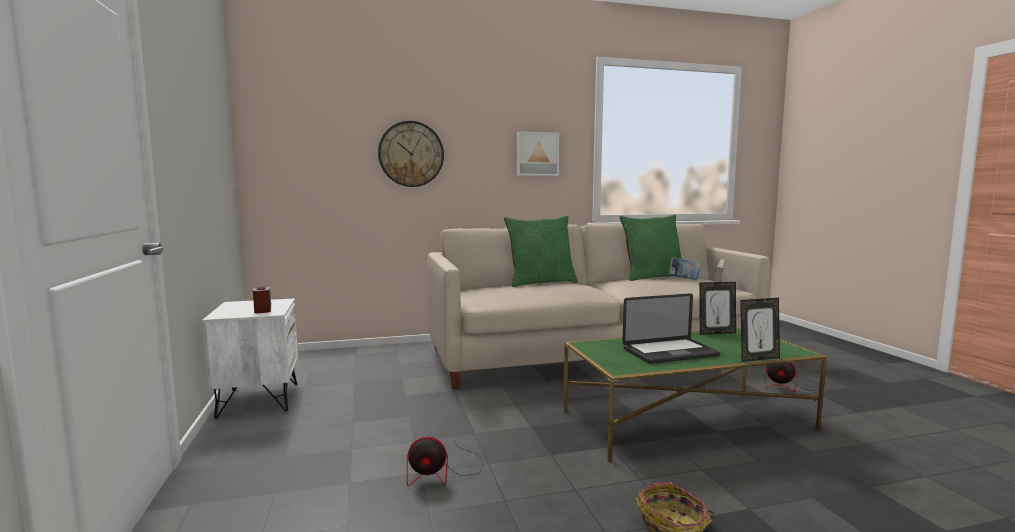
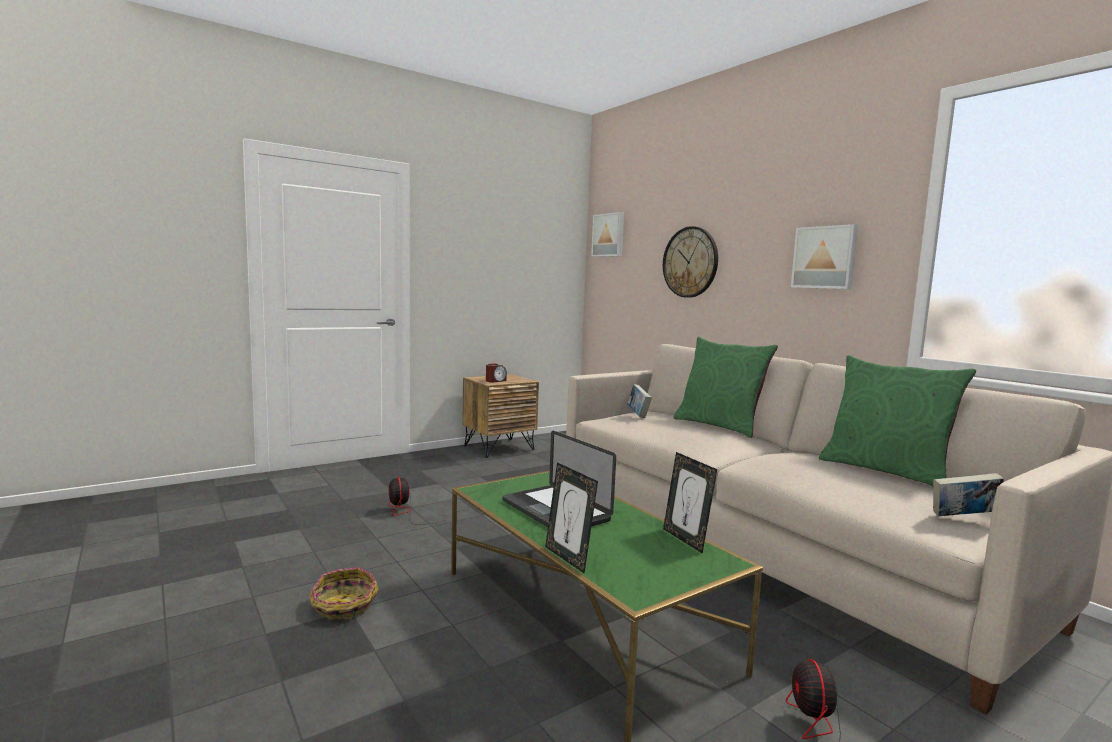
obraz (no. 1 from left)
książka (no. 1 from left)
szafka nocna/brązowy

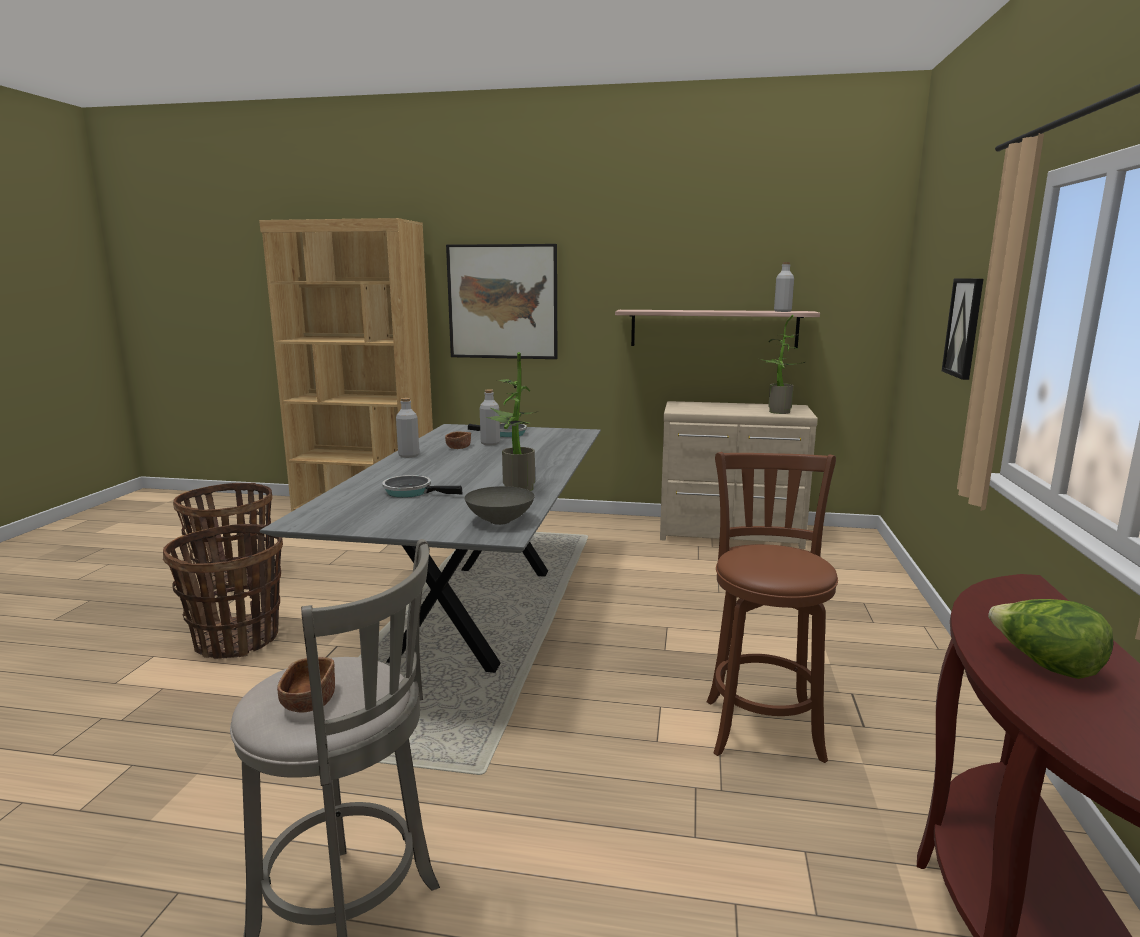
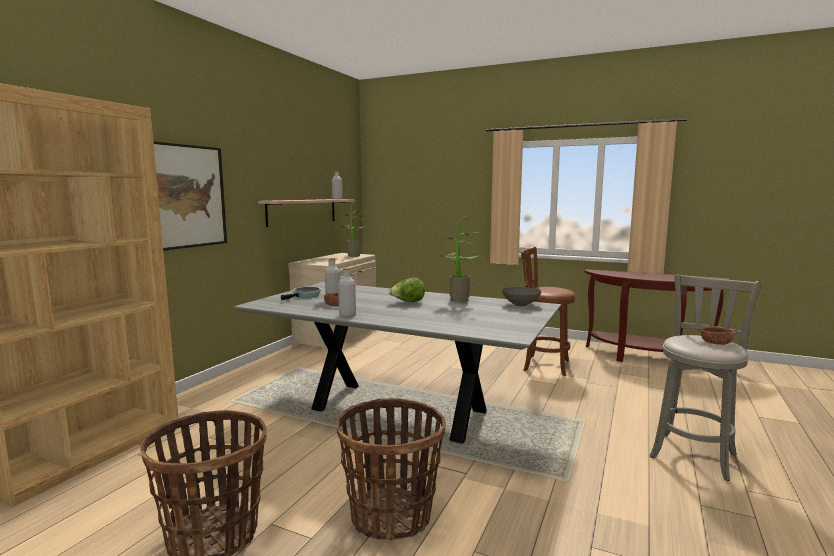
patelnia (no. 1 from left in the first image)
obraz (no. 2 from left in the first image)
sałata

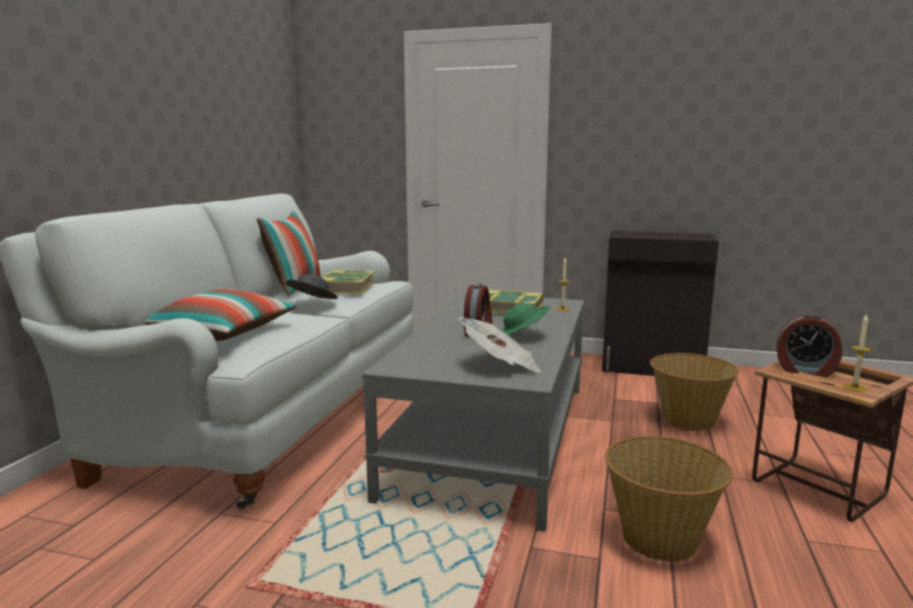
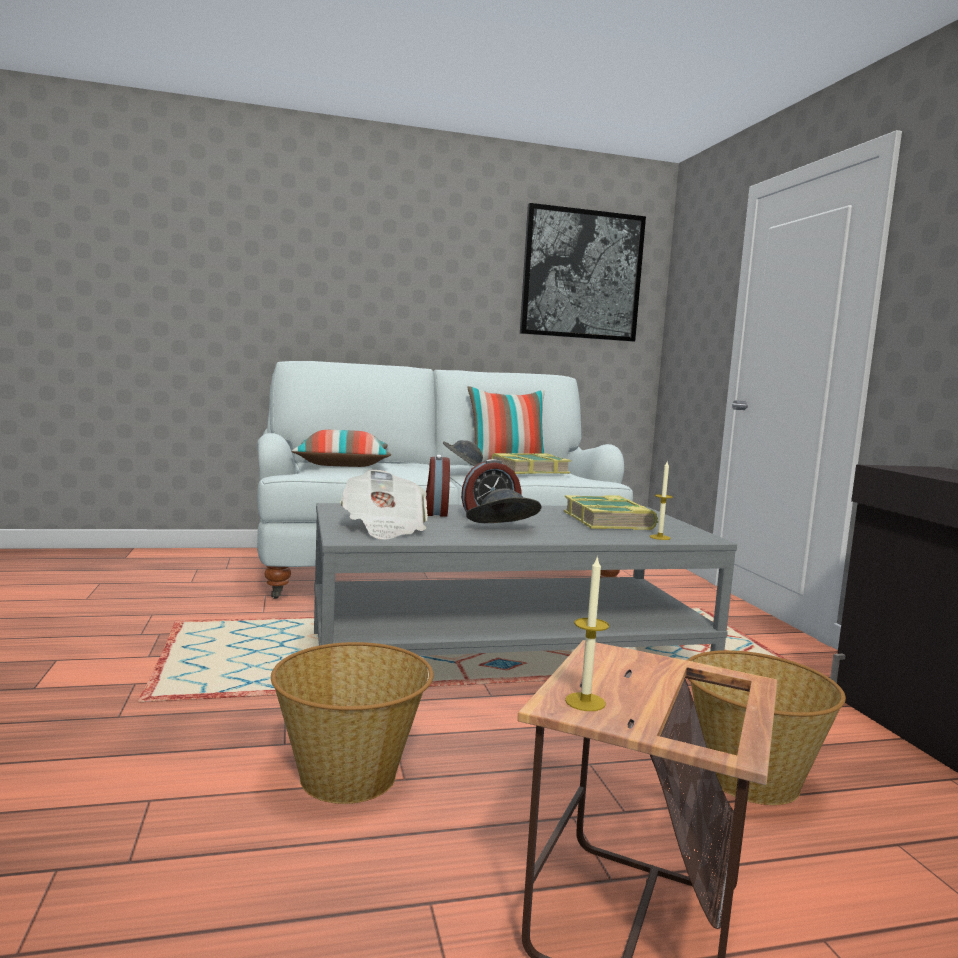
obraz
budzik (no. 1 from left)
kapelusz/szary (no. 2 from left)

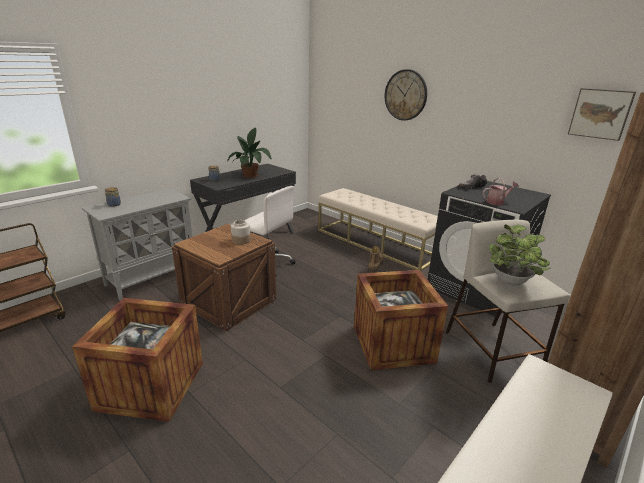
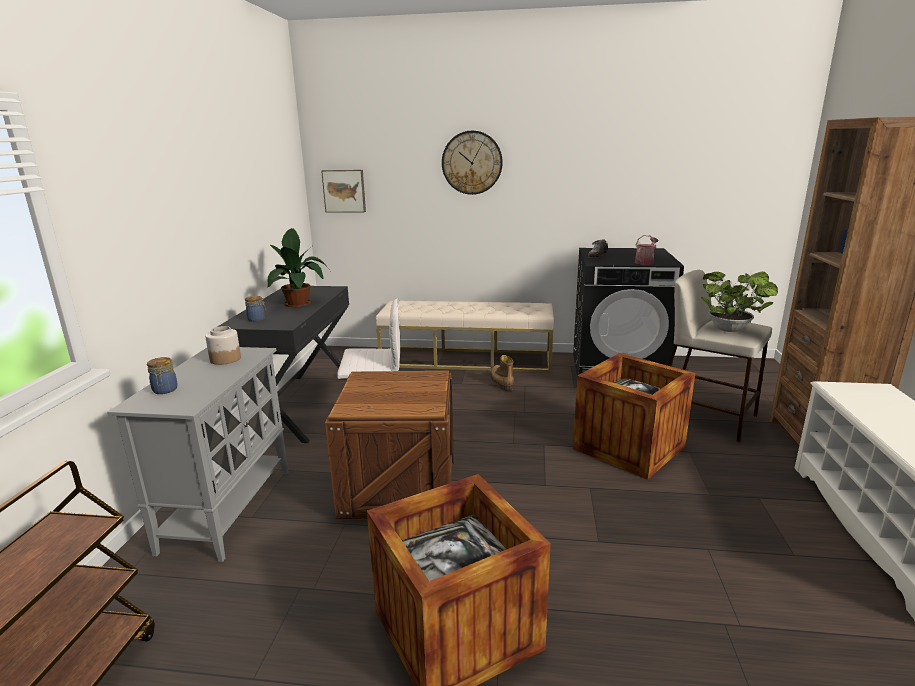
słoik (no. 2 from left)
obraz

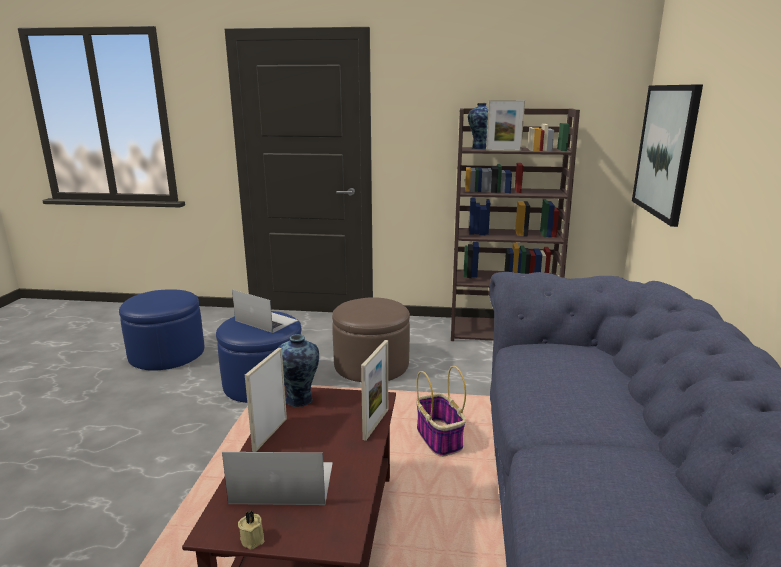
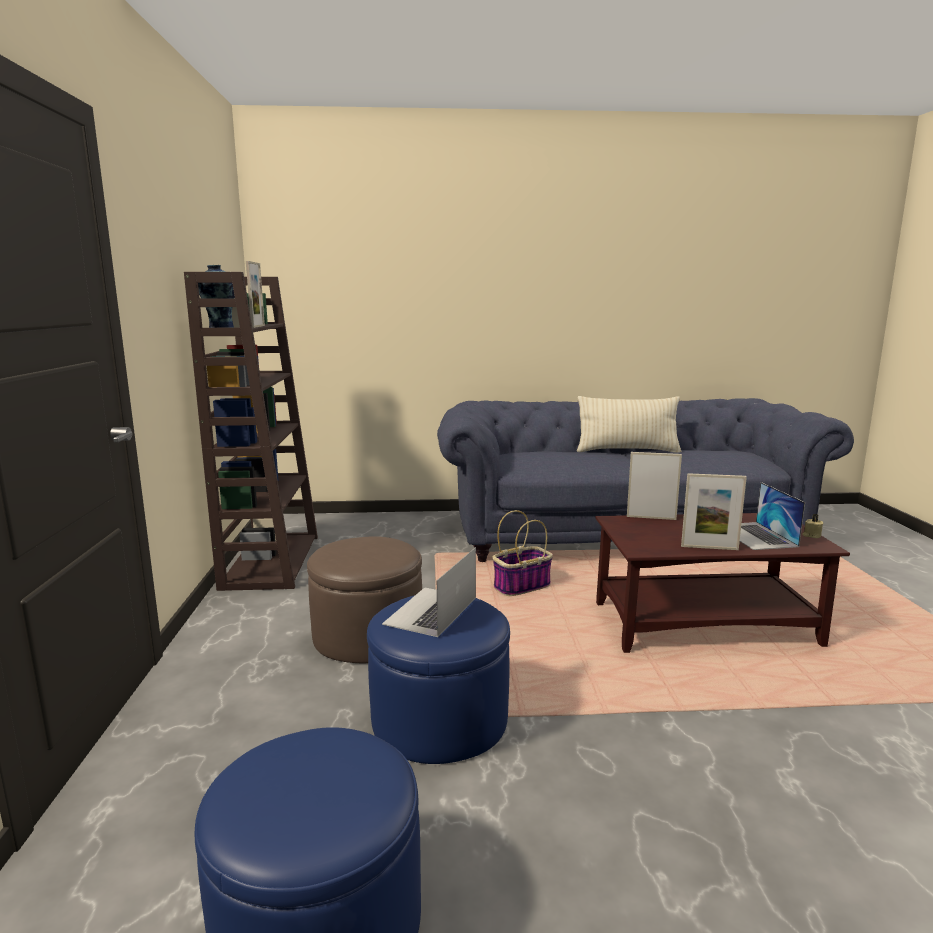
wazon (no. 1 from left in the first image)
obraz
poduszka/beżowy

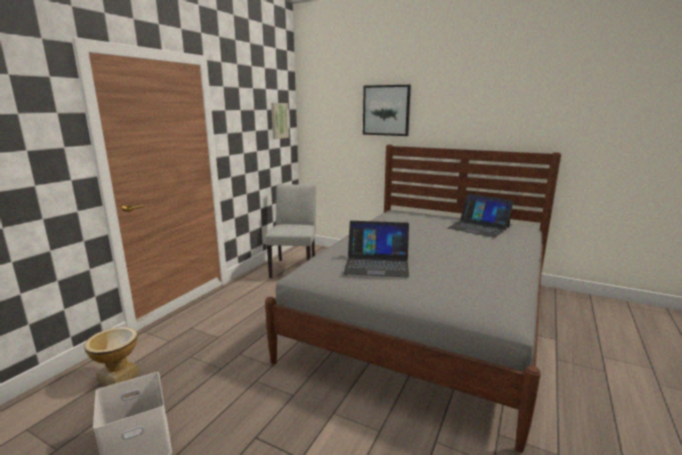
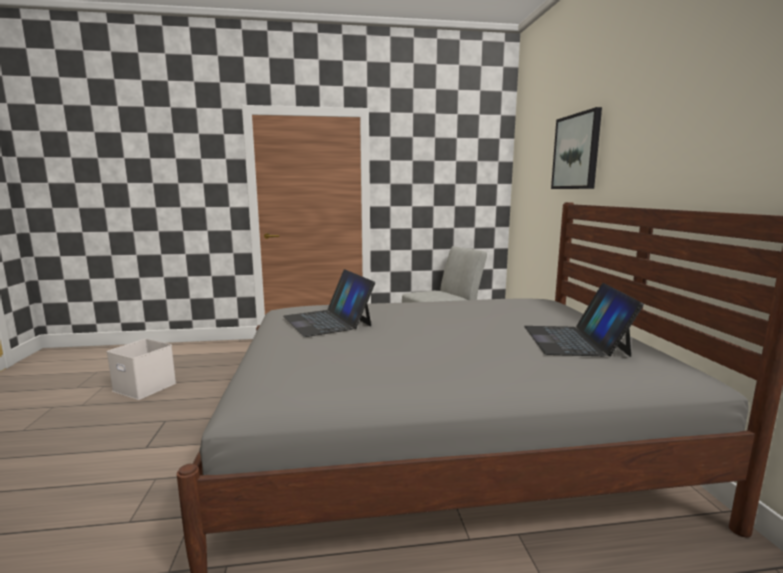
wazon
obraz (no. 1 from left in the first image)

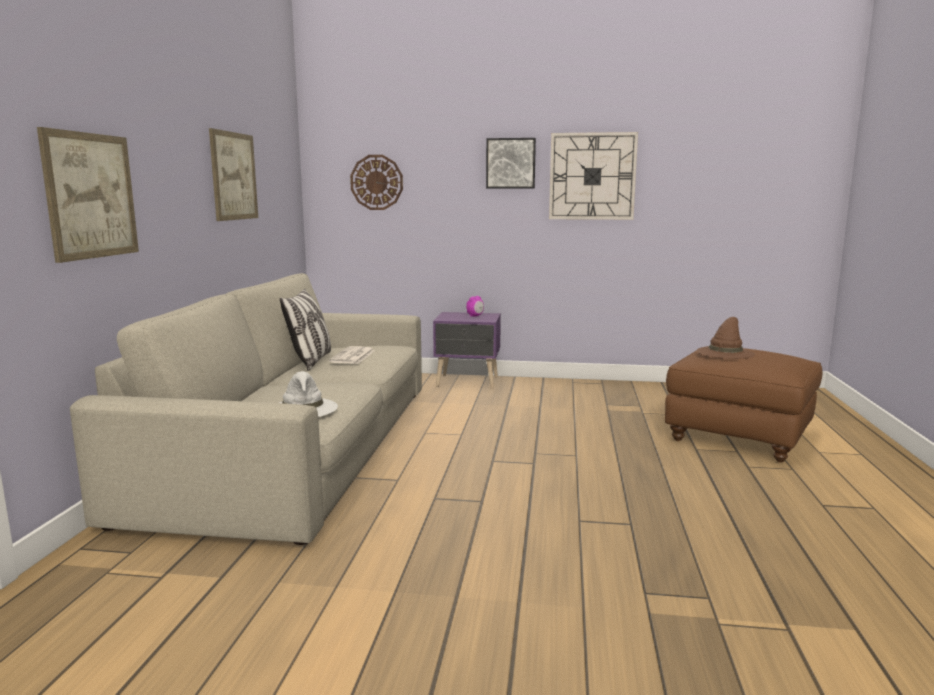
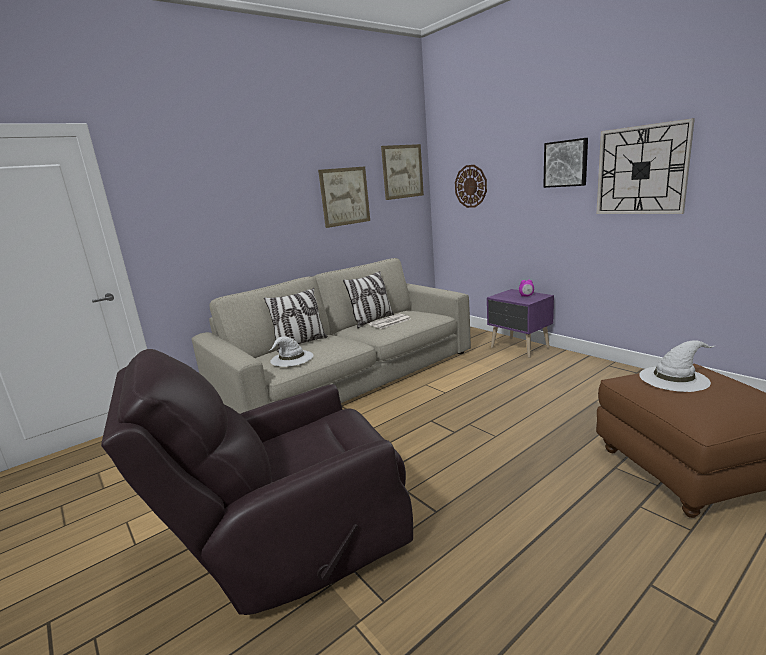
fotel/brązowy
poduszka (no. 1 from left)
obraz (no. 2 from left)
kapelusz/biały (no. 2 from left)

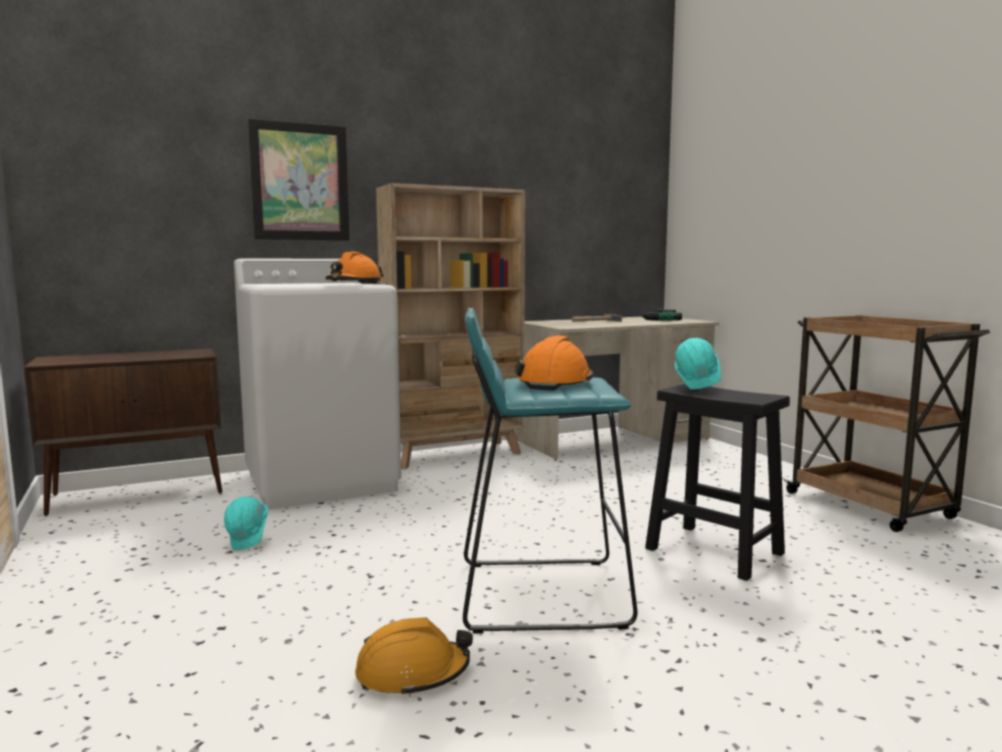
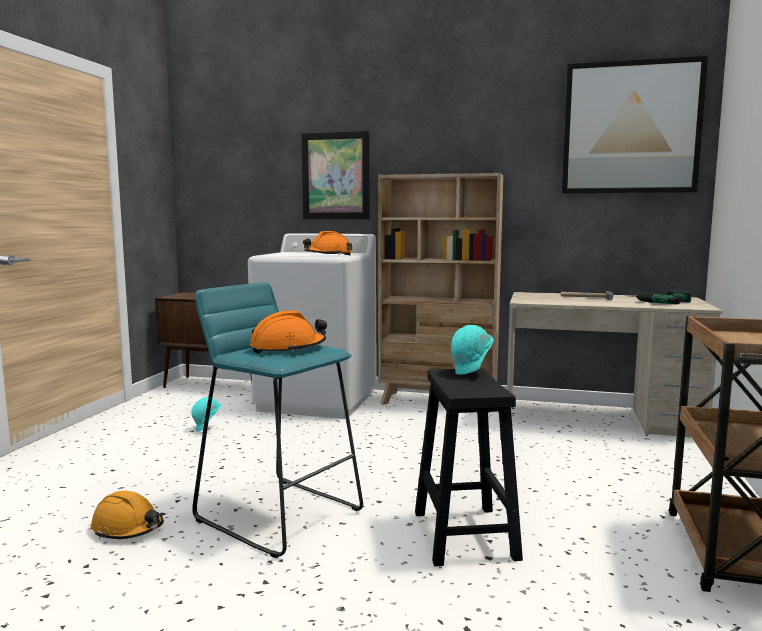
obraz (no. 2 from left)

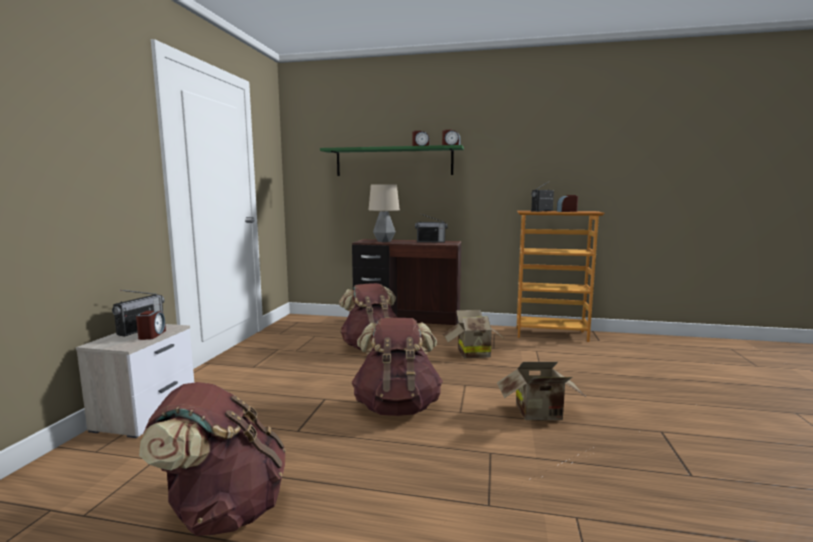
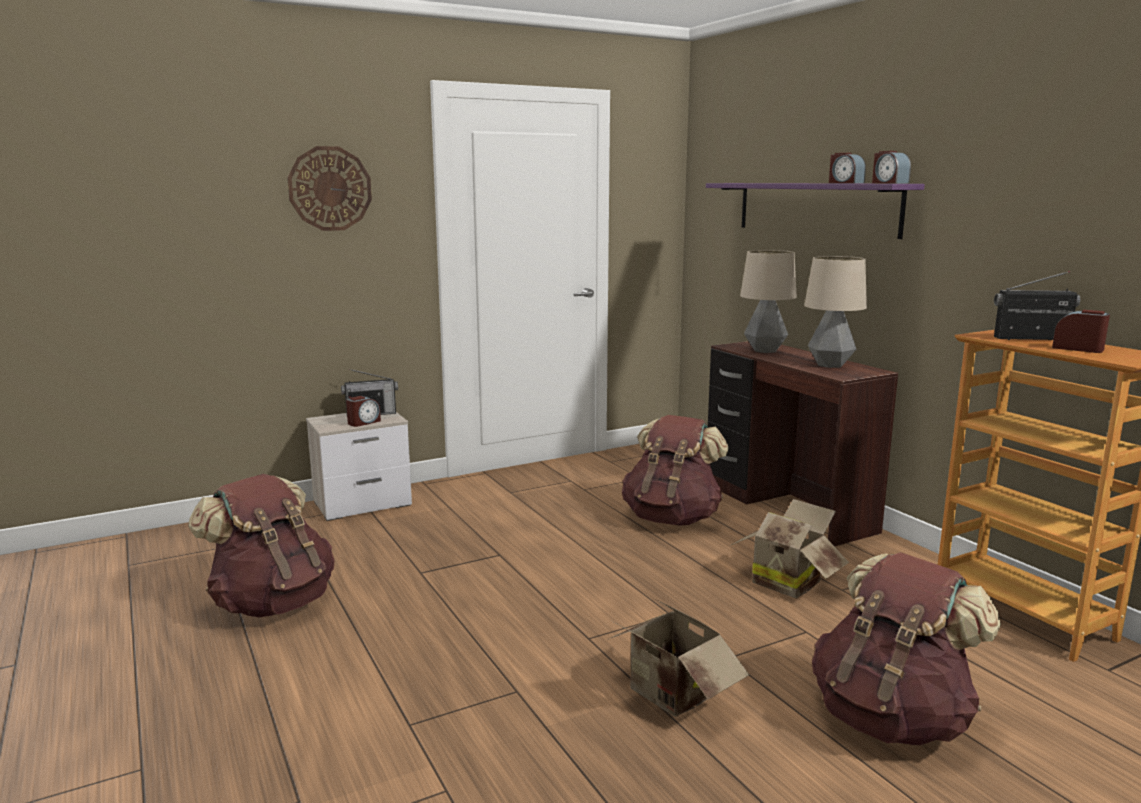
zegar ścienny
plecak/brązowy (no. 3 from left)
lampa stołowa (no. 2 from left)
półka/fioletowy

